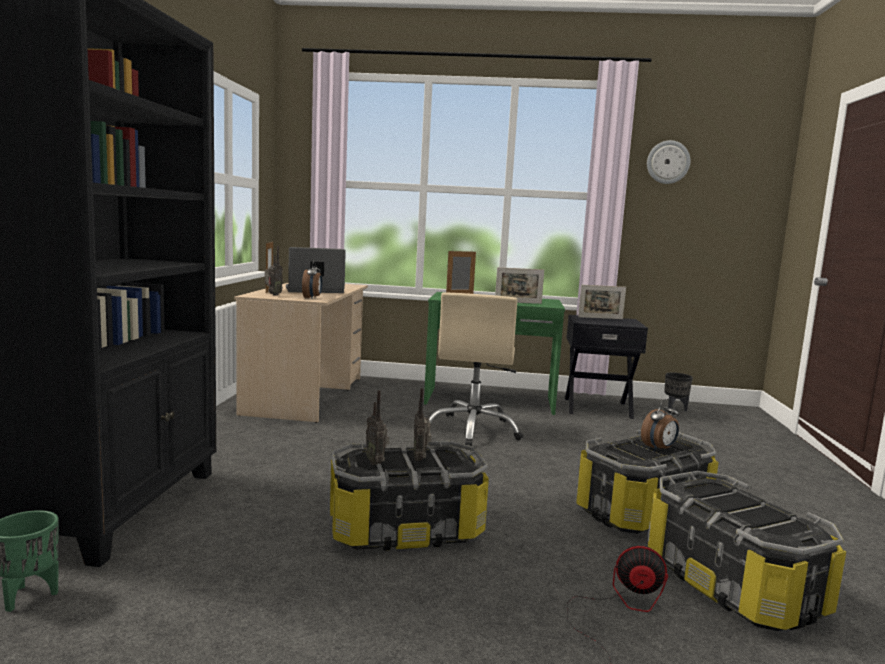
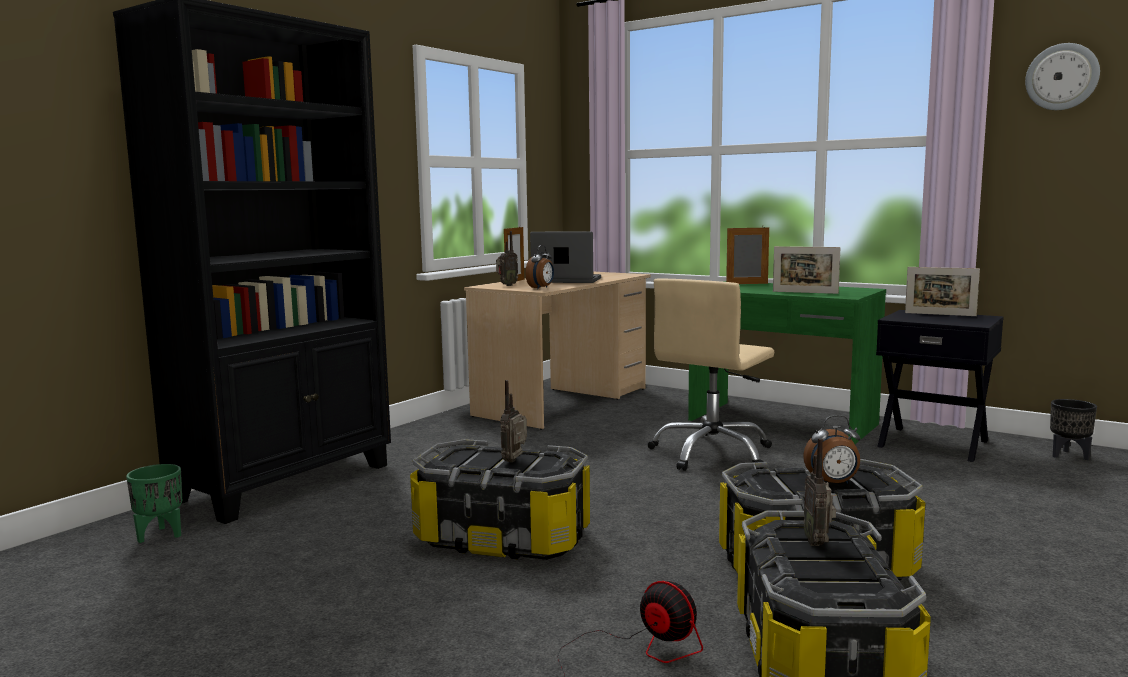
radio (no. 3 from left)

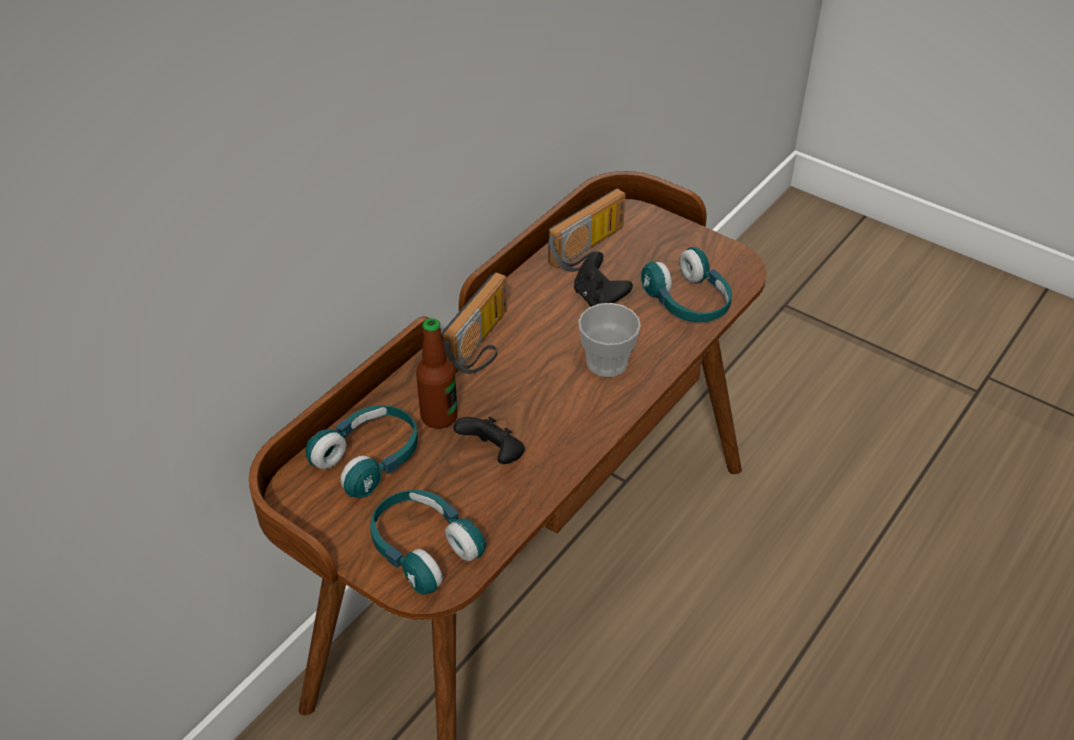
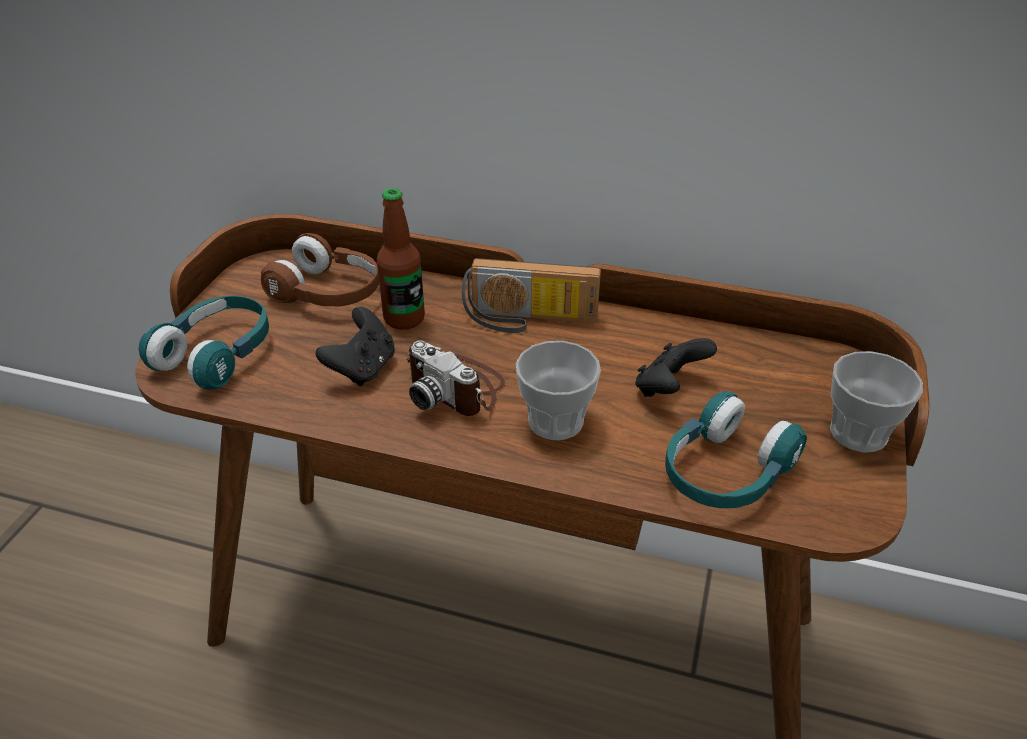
radio (no. 2 from left in the first image)
aparat fotograficzny
filiżanka (no. 2 from left)
słuchawki/brązowy

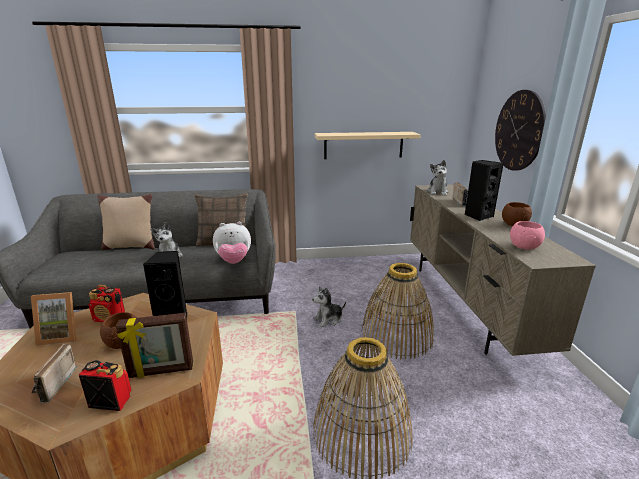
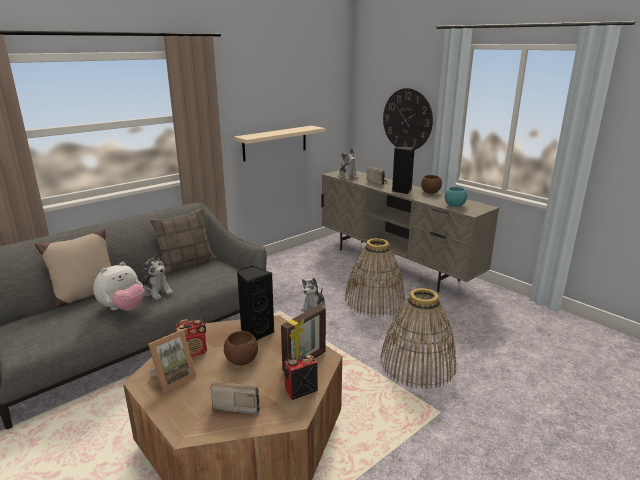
pluszak (no. 1 from left)
miska/turkusowy
radio (no. 2 from left)

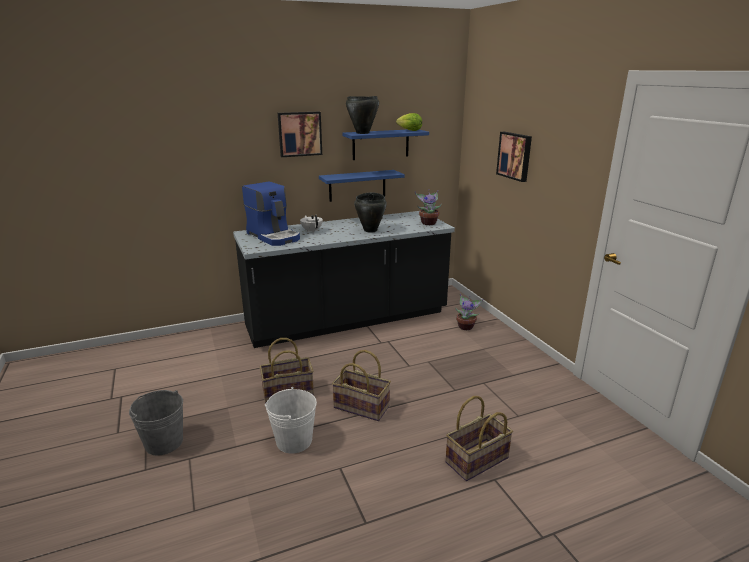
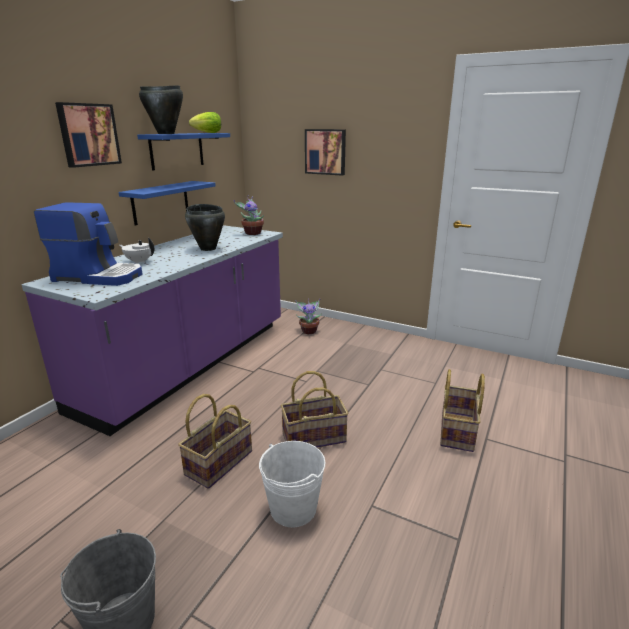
zabudowa kuchenna/fioletowy

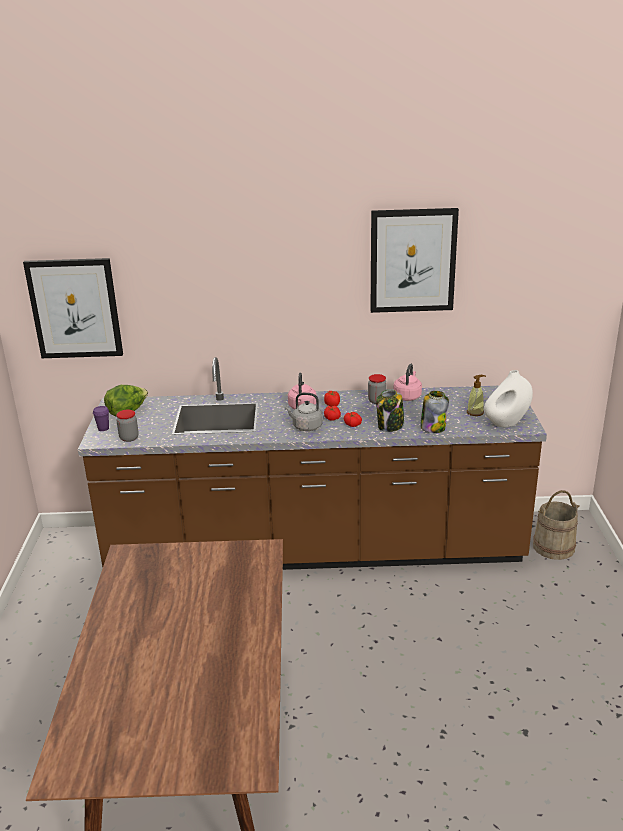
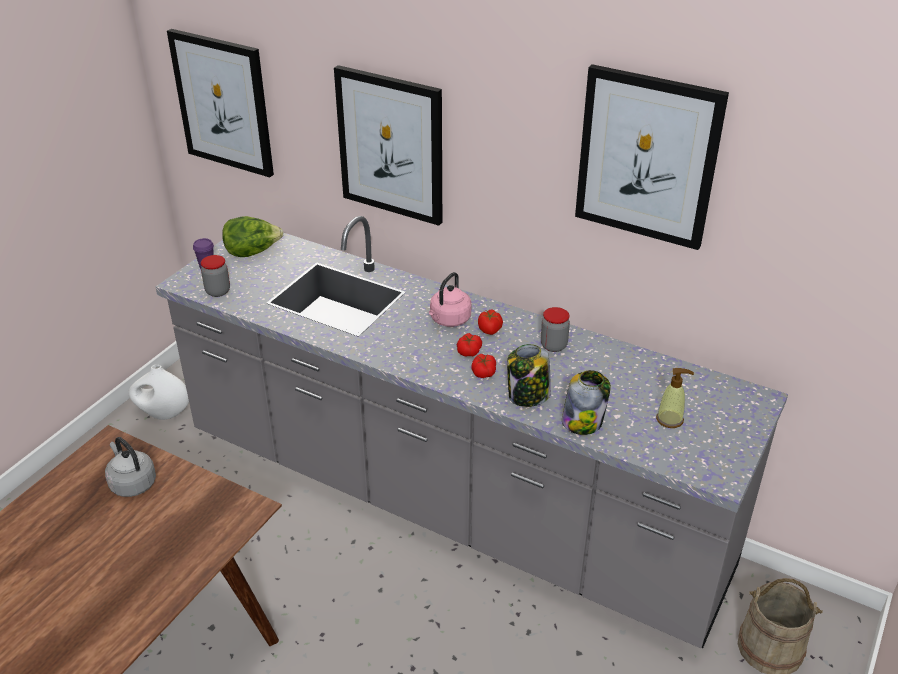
czajnik/różowy (no. 2 from left in the first image)
obraz (no. 2 from left)
czajnik/szary
wazon/biały
zabudowa kuchenna/szary

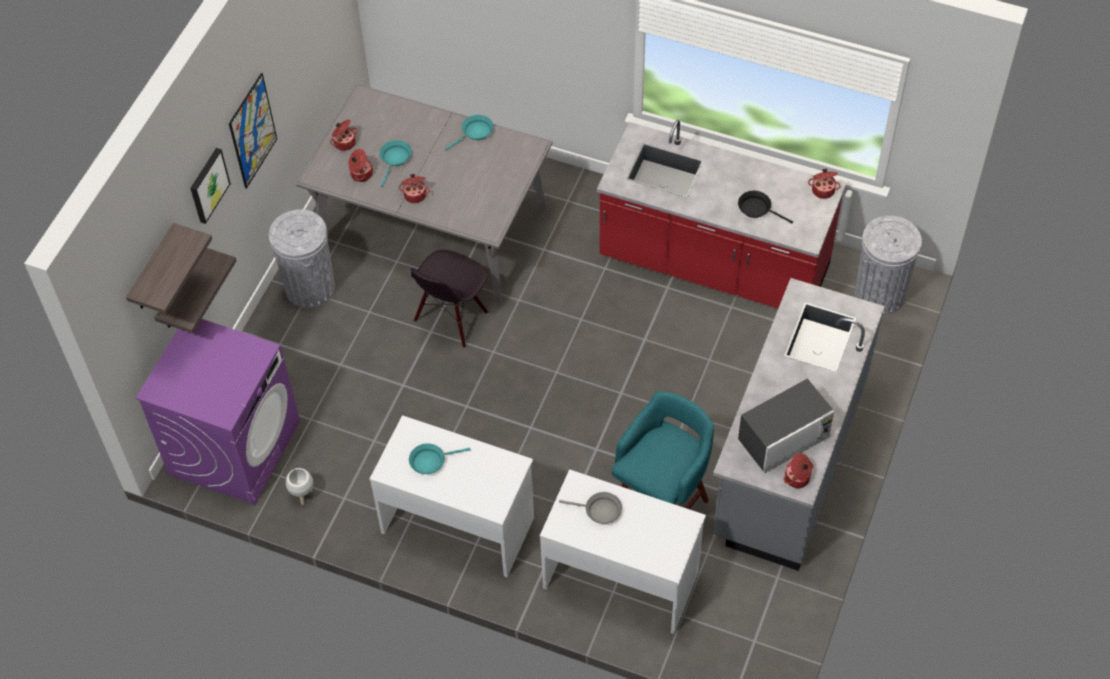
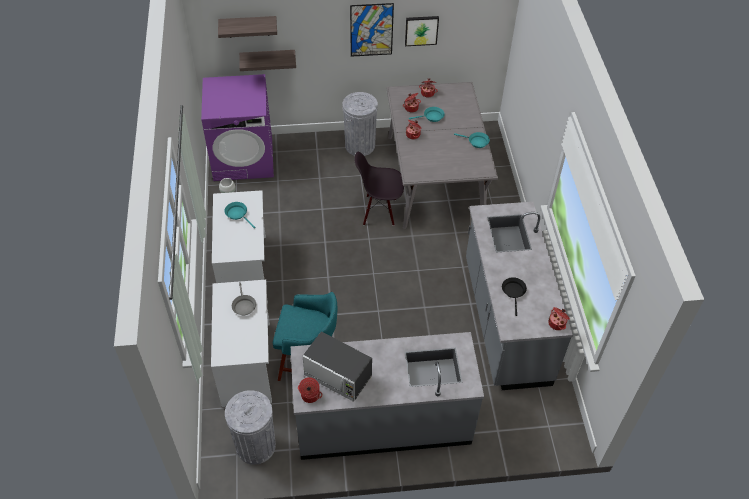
obraz (no. 2 from left)
kosz na śmieci/szary (no. 1 from left)
zabudowa kuchenna/szary (no. 2 from left)

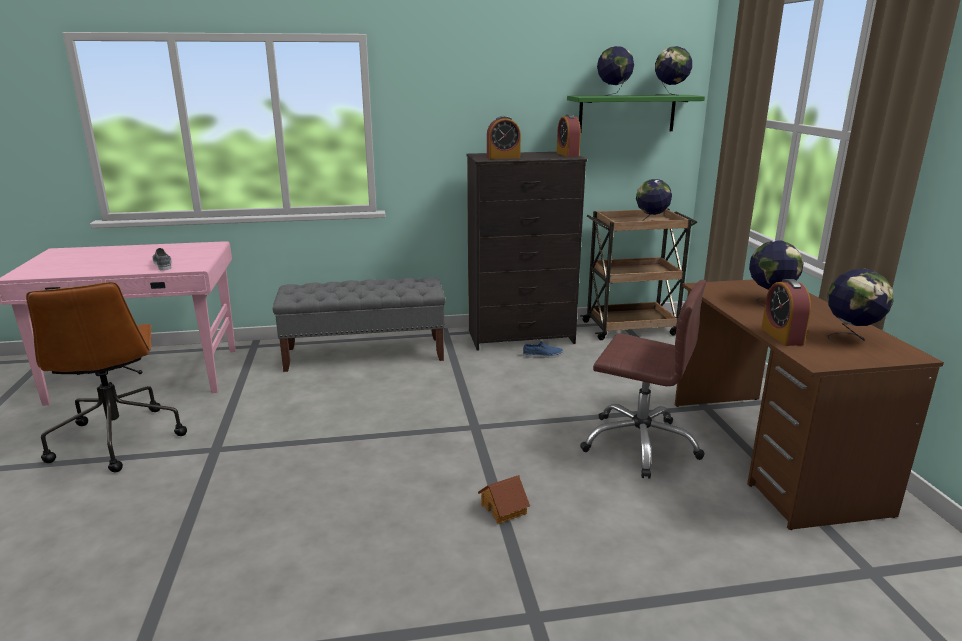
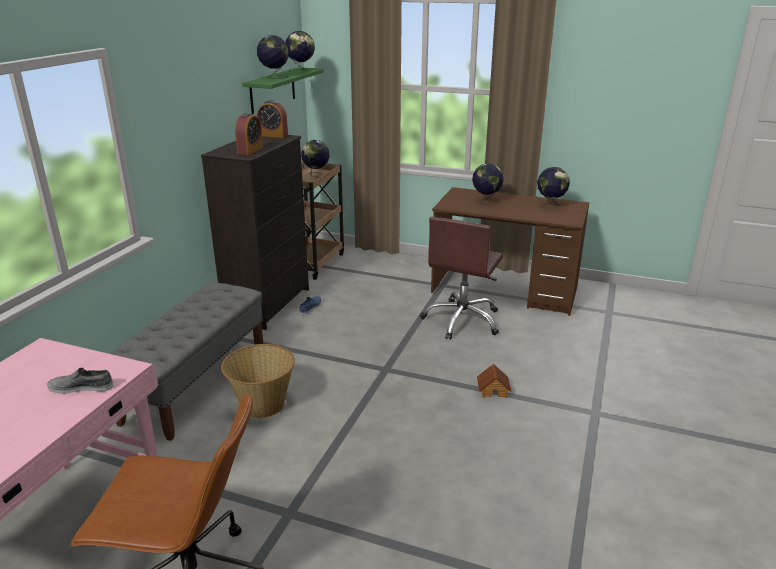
budzik (no. 3 from left in the first image)
koszyk
krzesło biurowe/brązowy (no. 2 from left)

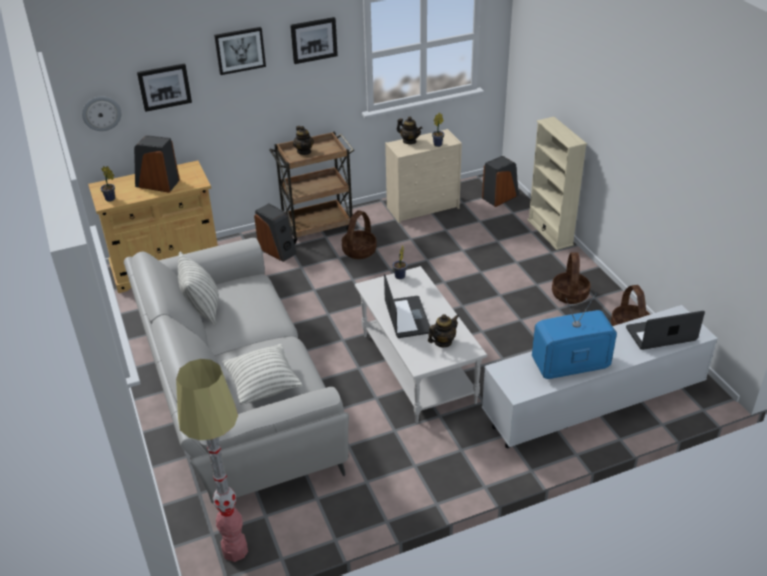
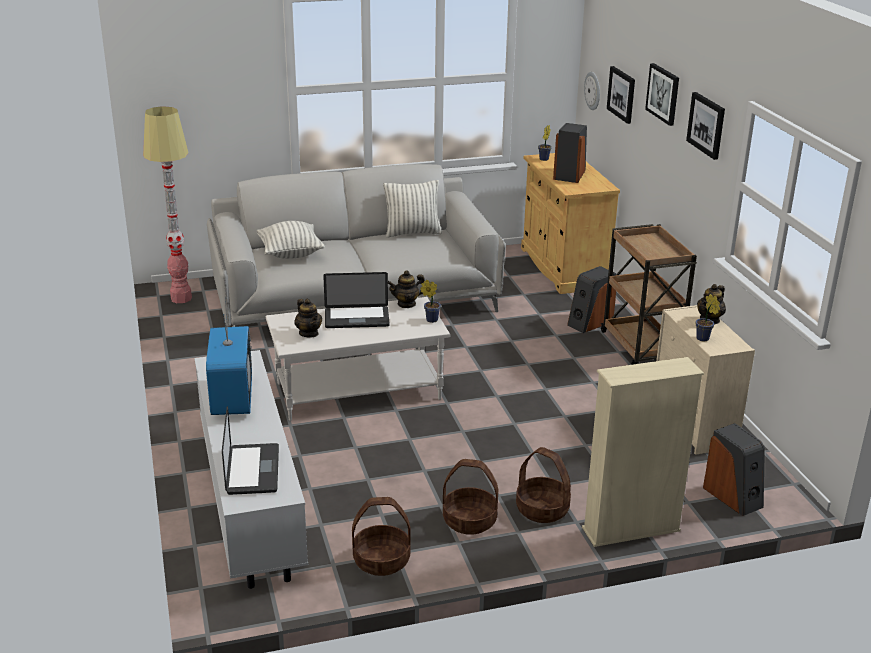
imbryk (no. 2 from left)
koszyk (no. 3 from left)

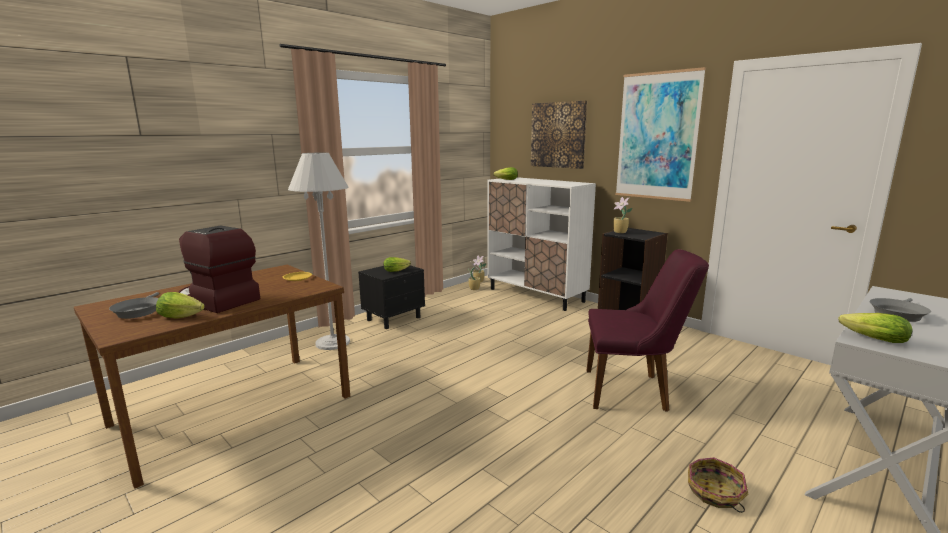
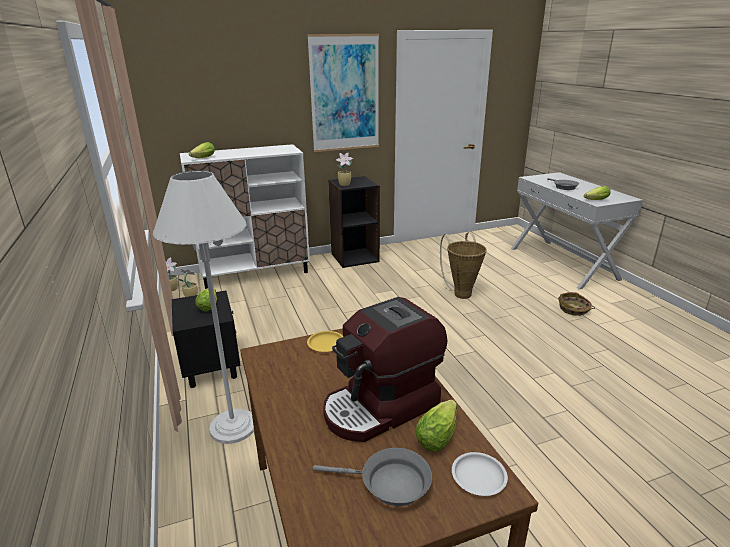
obraz (no. 1 from left in the first image)
talerz/biały
koszyk (no. 1 from left)

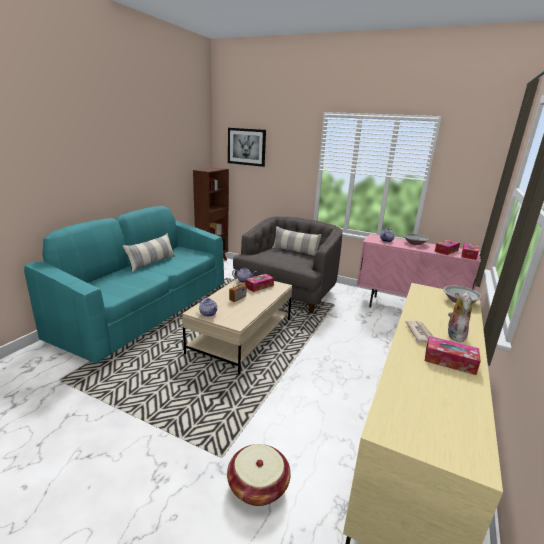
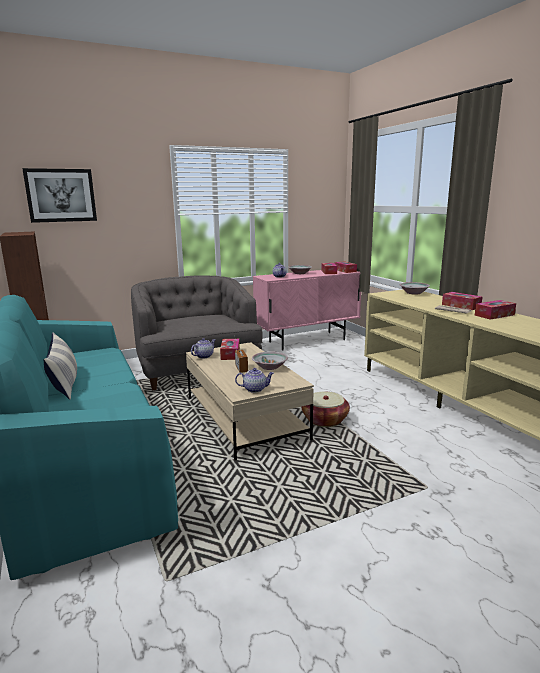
poduszka (no. 2 from left in the first image)
miska (no. 1 from left)
koszyk
pudełko chusteczek (no. 4 from left)

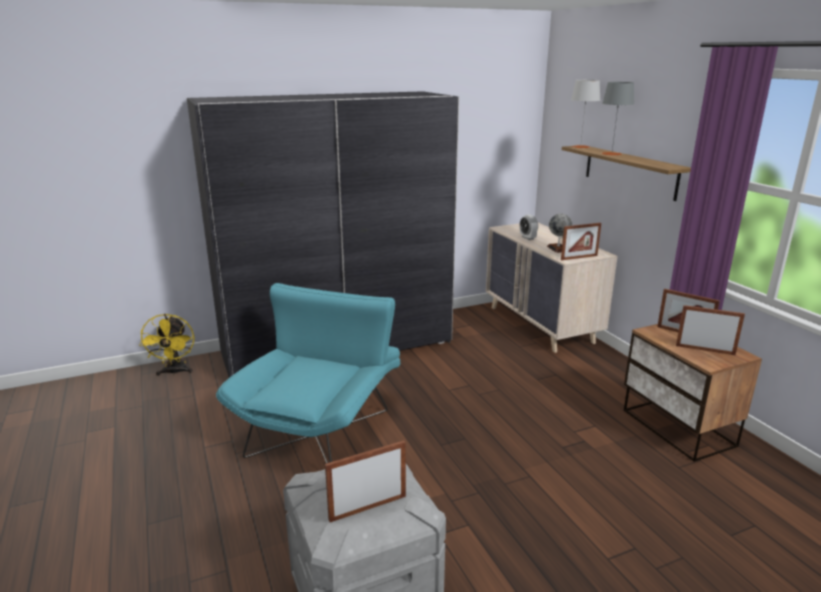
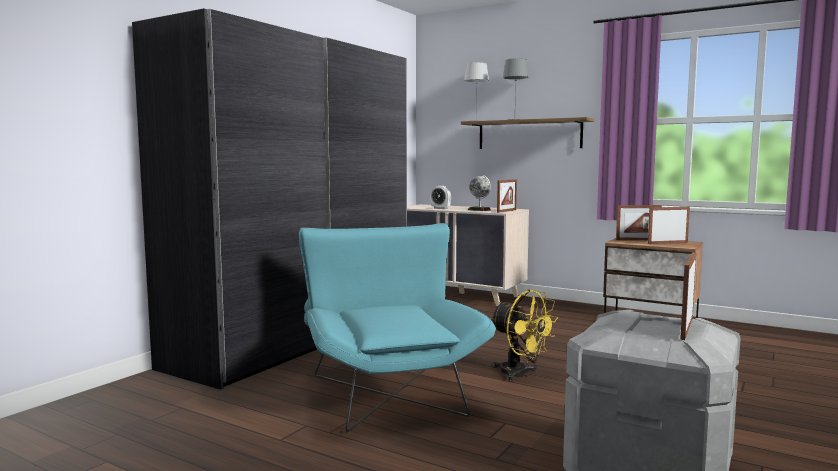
wentylator/żółty

